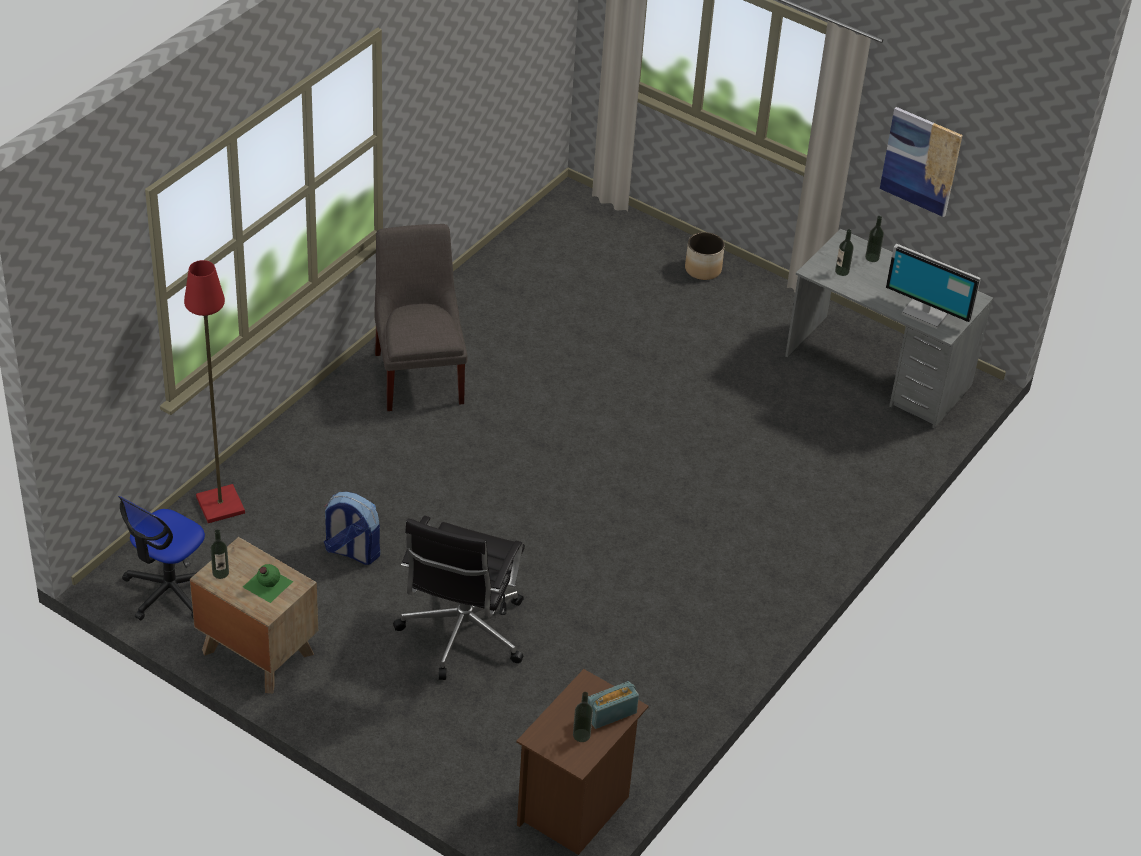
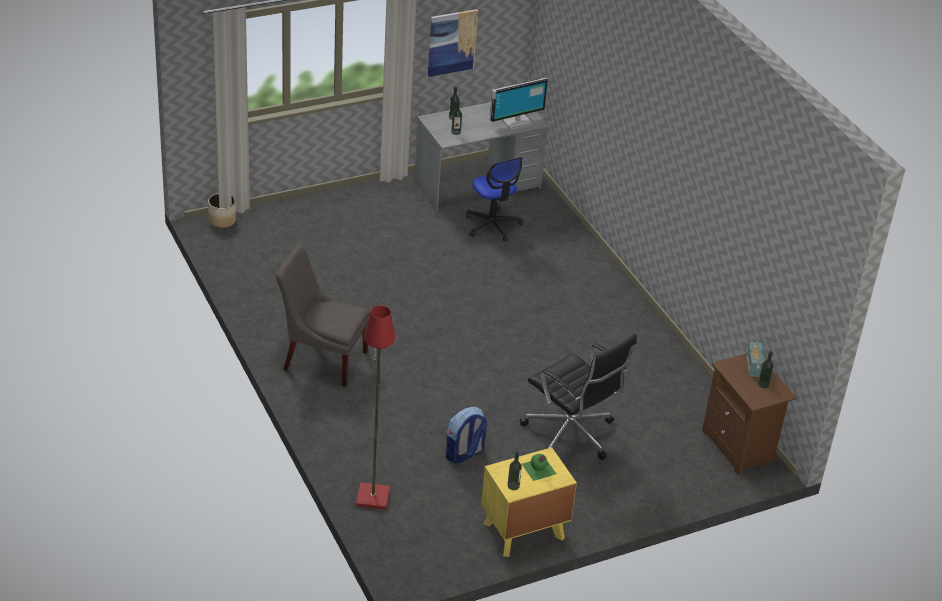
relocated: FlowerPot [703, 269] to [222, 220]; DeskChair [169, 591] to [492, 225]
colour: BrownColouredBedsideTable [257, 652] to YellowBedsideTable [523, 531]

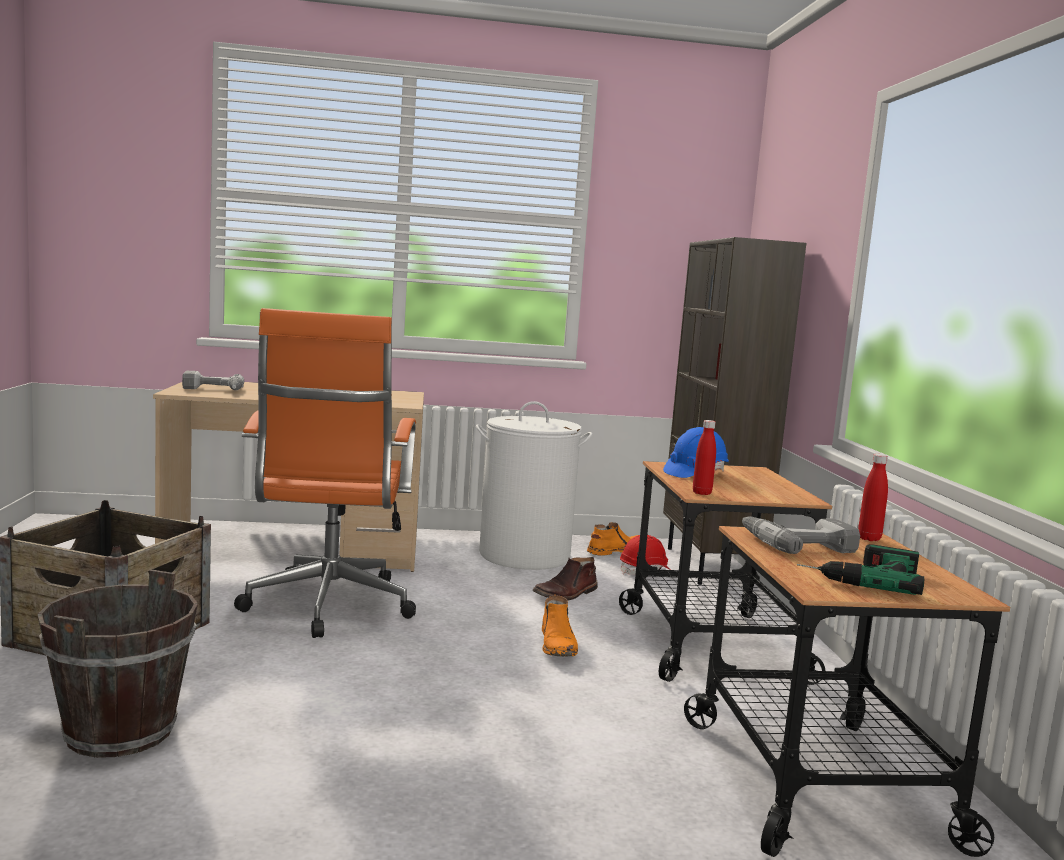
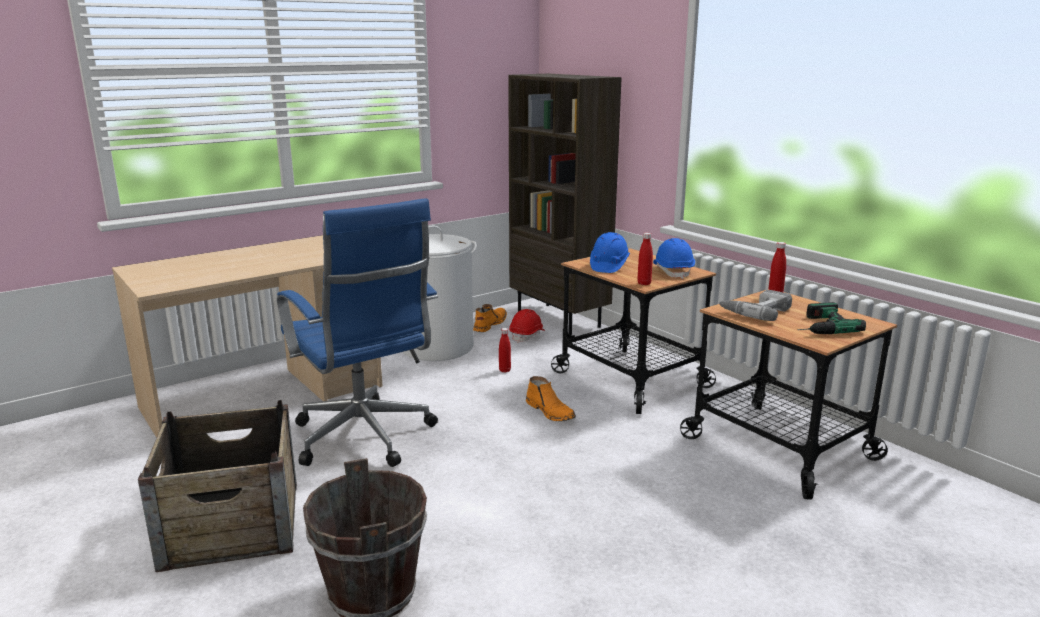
missing: PowerDrill [213, 390]
appeared: BluishWorkHelmet [673, 271]
exchanged: BrownColouredHighTopBoot [566, 594] to RedColouredDrinkBottle [504, 370]
colour: OrangeyDeskChair [327, 608] to BluishDeskChair [365, 439]

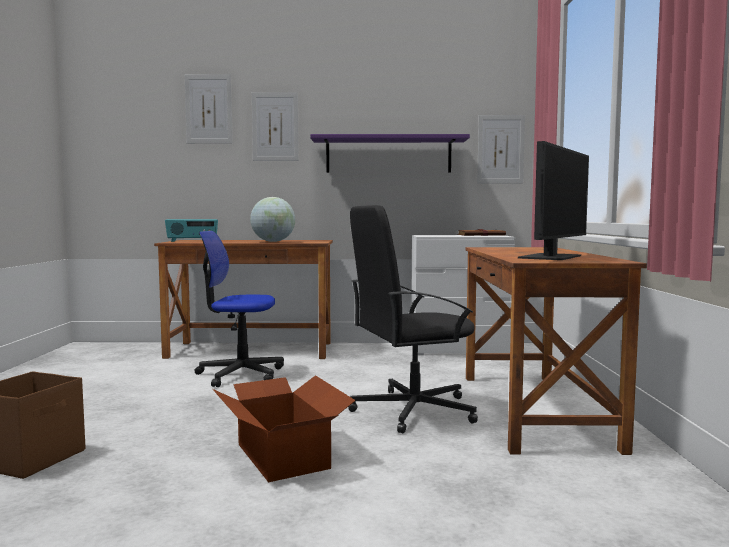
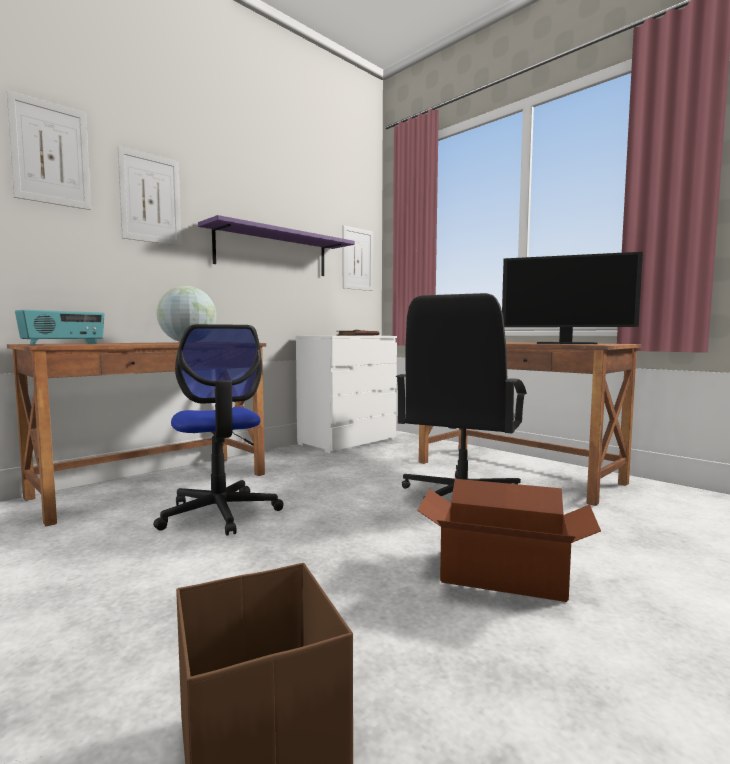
spun: ComputerScreen [551, 257] = [566, 343] 120 degrees clockwise; DeskChair [240, 374] = [220, 513] 75 degrees counterclockwise

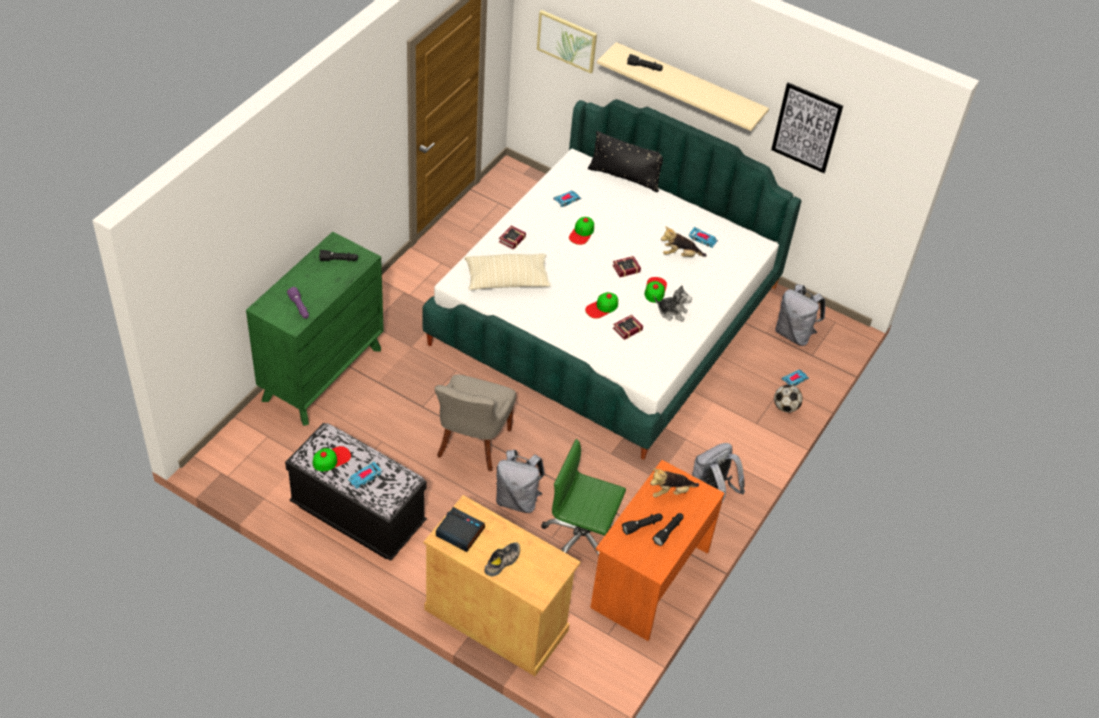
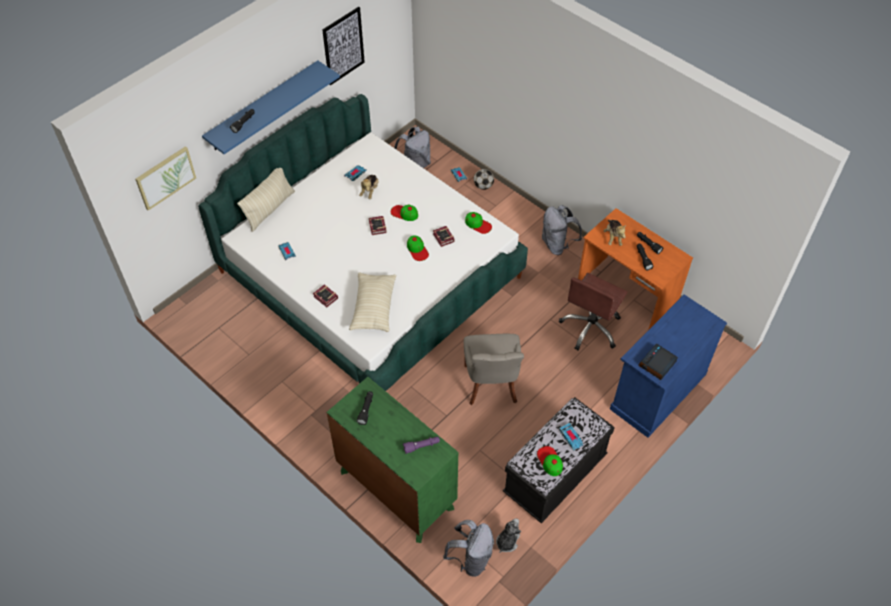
missing: Shoe [503, 562]
relocated: PeakedCap [582, 233] to [478, 224]; PlushToy [672, 312] to [507, 541]; GrayBackpack [517, 500] to [471, 558]
colour: SandColouredBracketShelf [689, 86] to BluishBracketShelf [263, 106]; BlackishThrowPillow [624, 177] to SandColouredThrowPillow [269, 209]; GreenDeskChair [581, 540] to BrownColouredDeskChair [591, 328]; SandColouredCupboard [496, 619] to BluishCupboard [657, 391]
spun: GrayPlainChair [472, 444] = [491, 385] 60 degrees clockwise

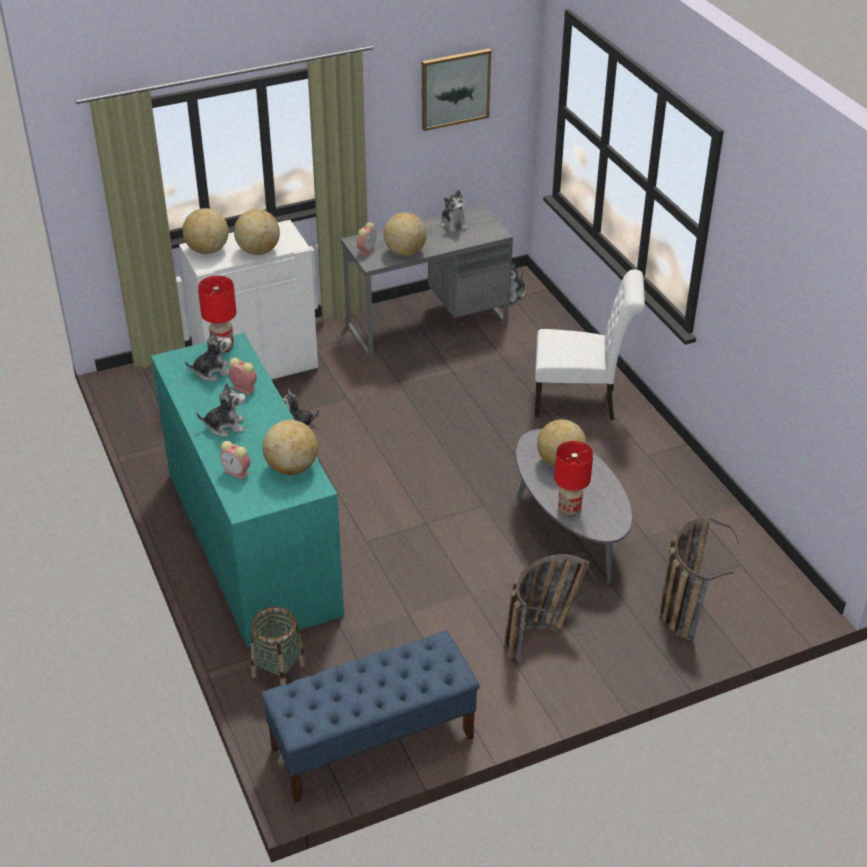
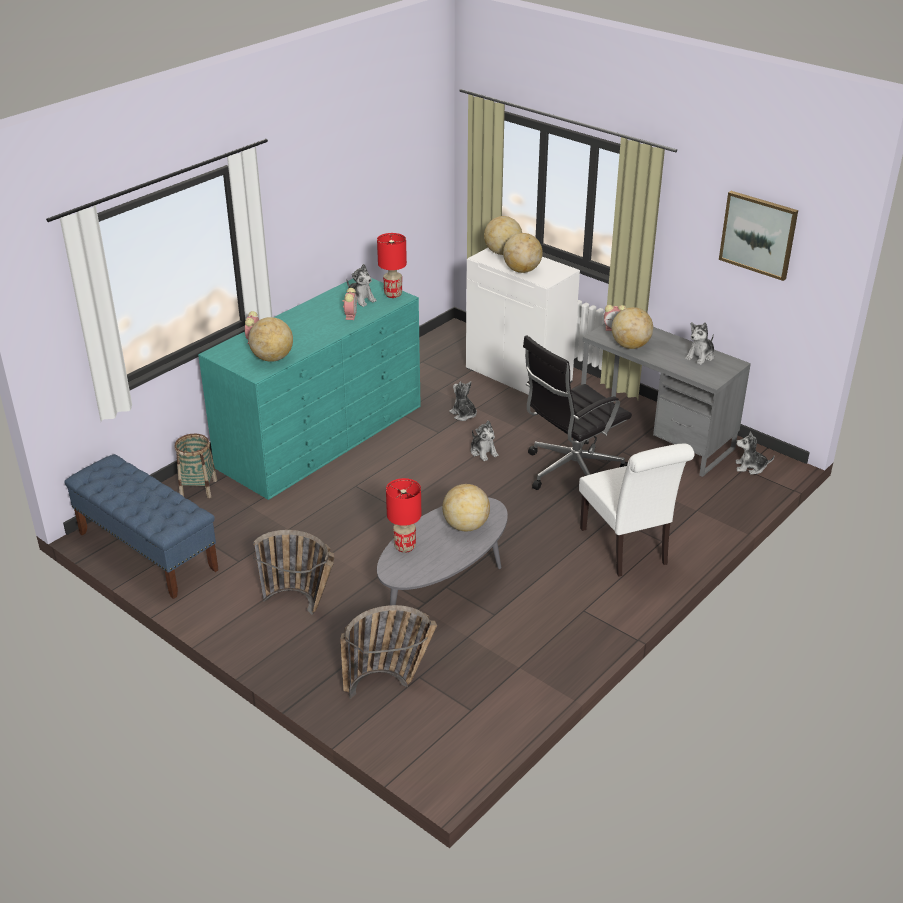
appeared: BlackishDeskChair [571, 471]
relocated: PlushToy [225, 426] to [483, 452]

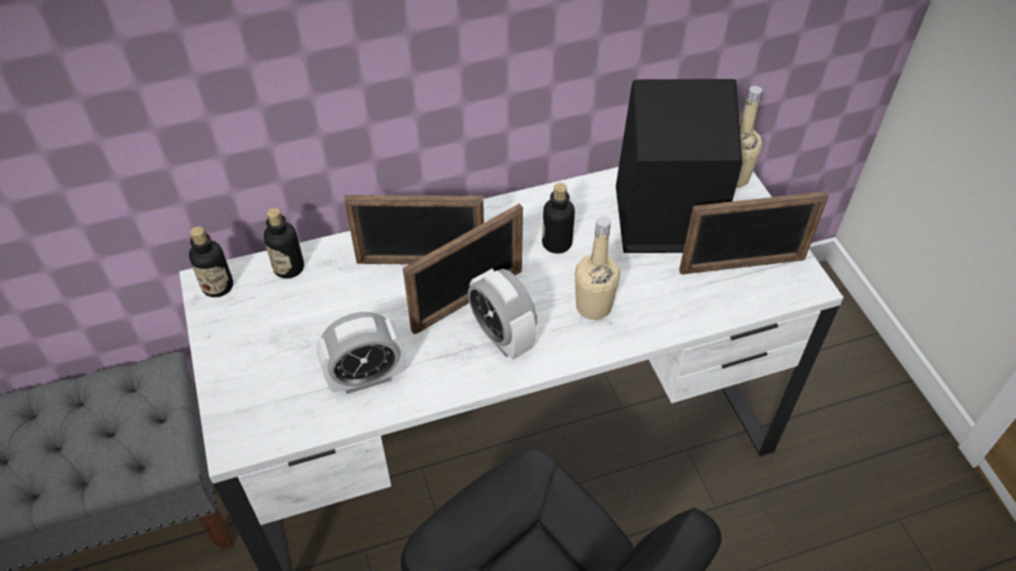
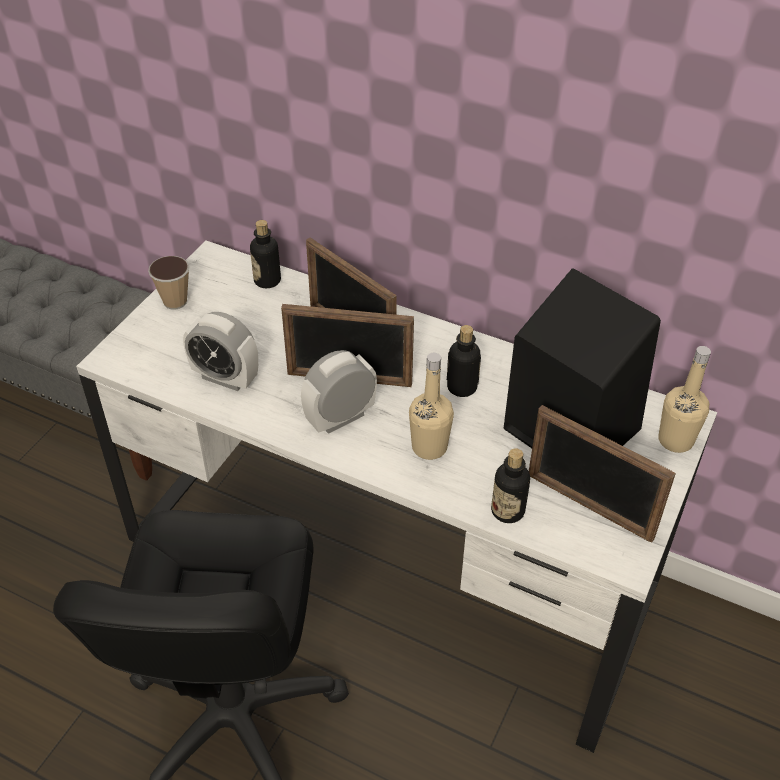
appeared: SmallCup [175, 301]
relocated: DrinkBottle [218, 286] to [507, 511]
spun: AlarmClock [502, 336] = [340, 418] 45 degrees clockwise

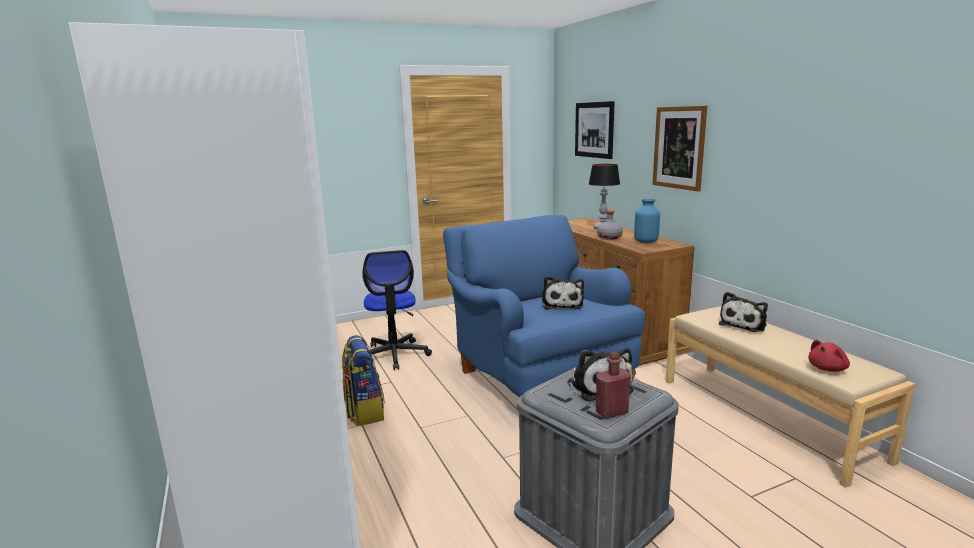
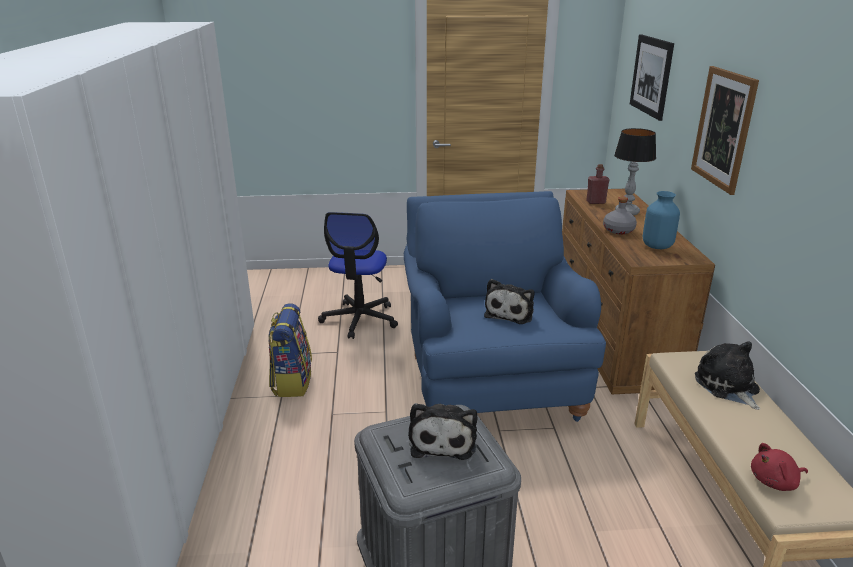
relocated: RedColouredDrinkBottle [612, 412] to [596, 202]
spun: PlushToy [744, 324] = [728, 386] 105 degrees clockwise

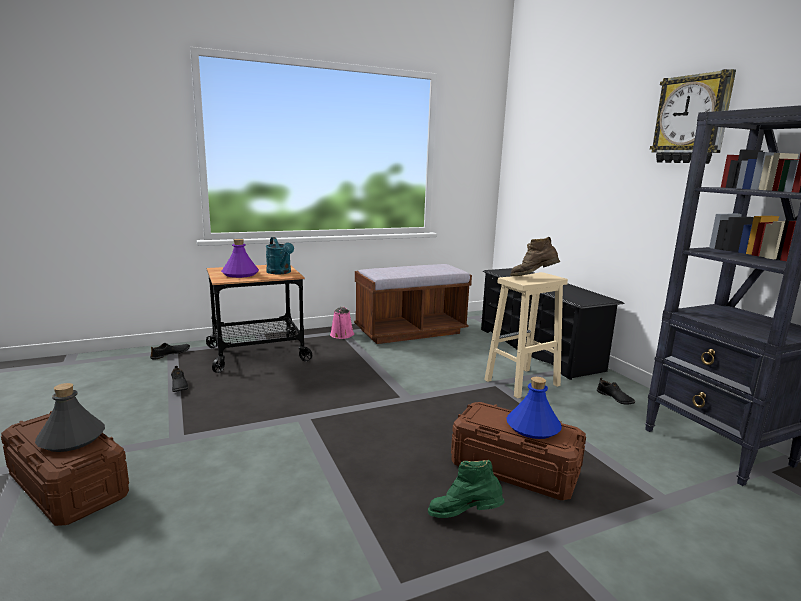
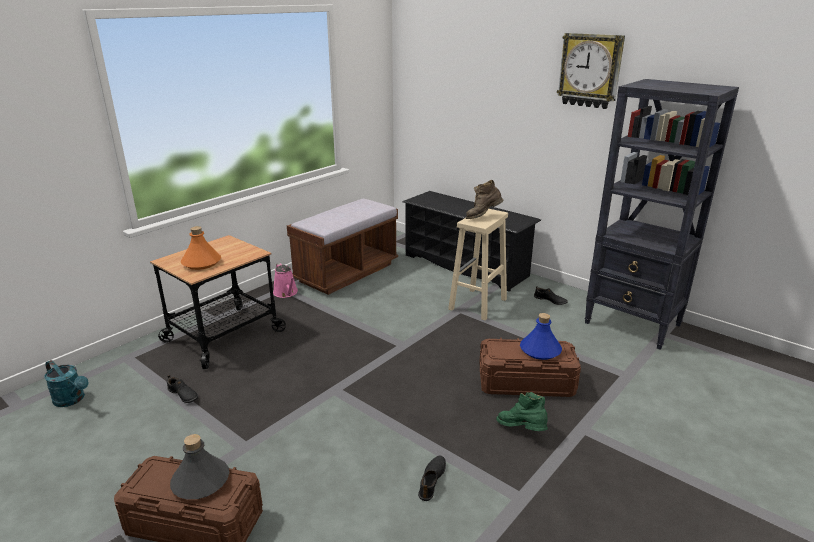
relocated: TurquoiseWateringCan [280, 272] to [72, 400]; BlackishShoe [170, 354] to [432, 480]
colour: PurplishDrinkBottle [240, 274] to OrangeyDrinkBottle [201, 263]
spun: GreenHighTopBoot [464, 517] = [521, 431] 60 degrees clockwise

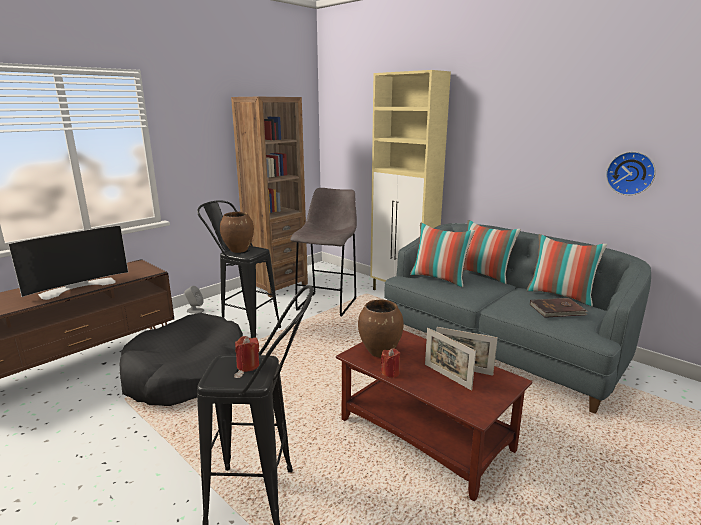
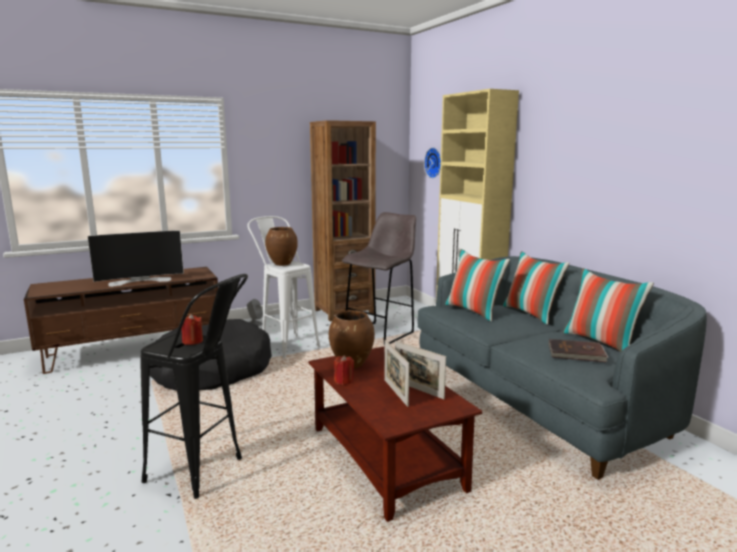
relocated: WallClock [631, 173] to [434, 162]
colour: BlackishStoolSeat [244, 330] to WhiteStoolSeat [285, 344]

